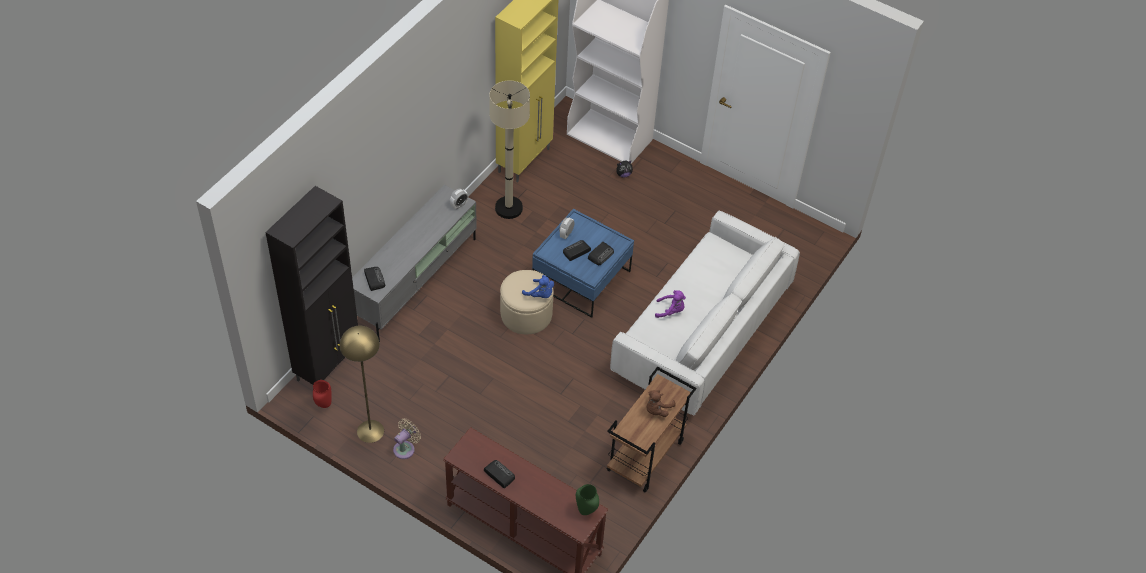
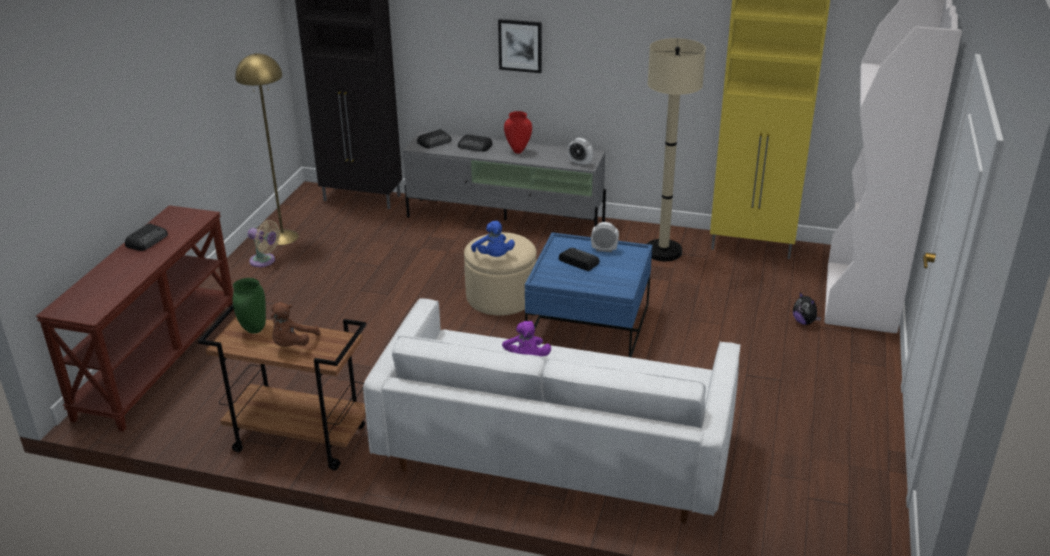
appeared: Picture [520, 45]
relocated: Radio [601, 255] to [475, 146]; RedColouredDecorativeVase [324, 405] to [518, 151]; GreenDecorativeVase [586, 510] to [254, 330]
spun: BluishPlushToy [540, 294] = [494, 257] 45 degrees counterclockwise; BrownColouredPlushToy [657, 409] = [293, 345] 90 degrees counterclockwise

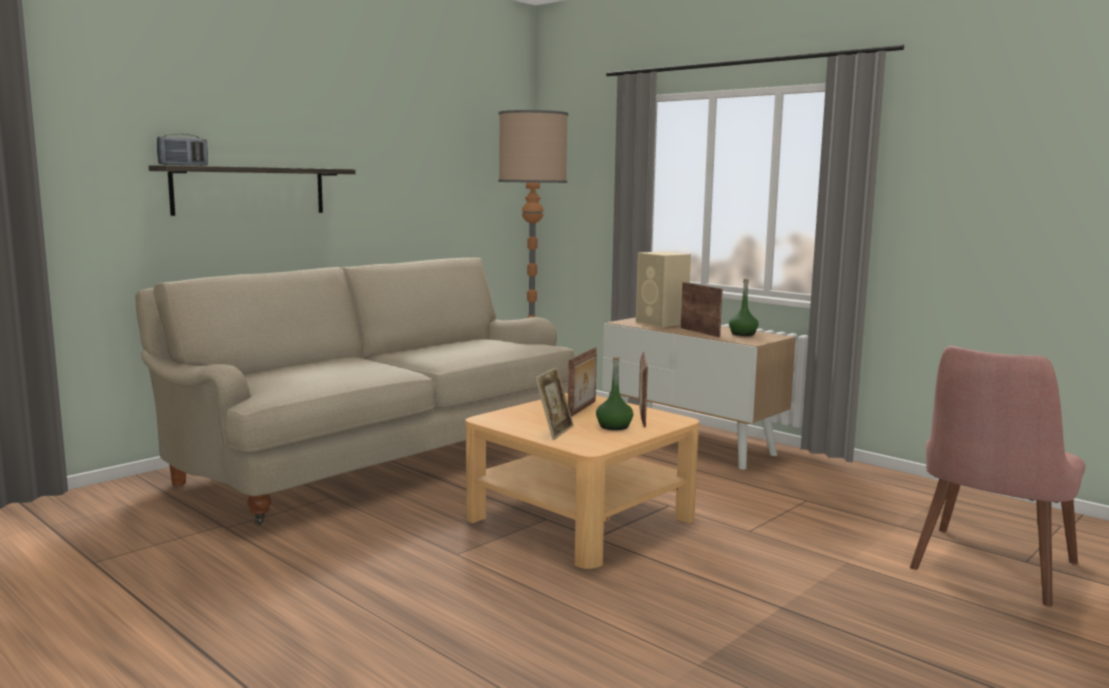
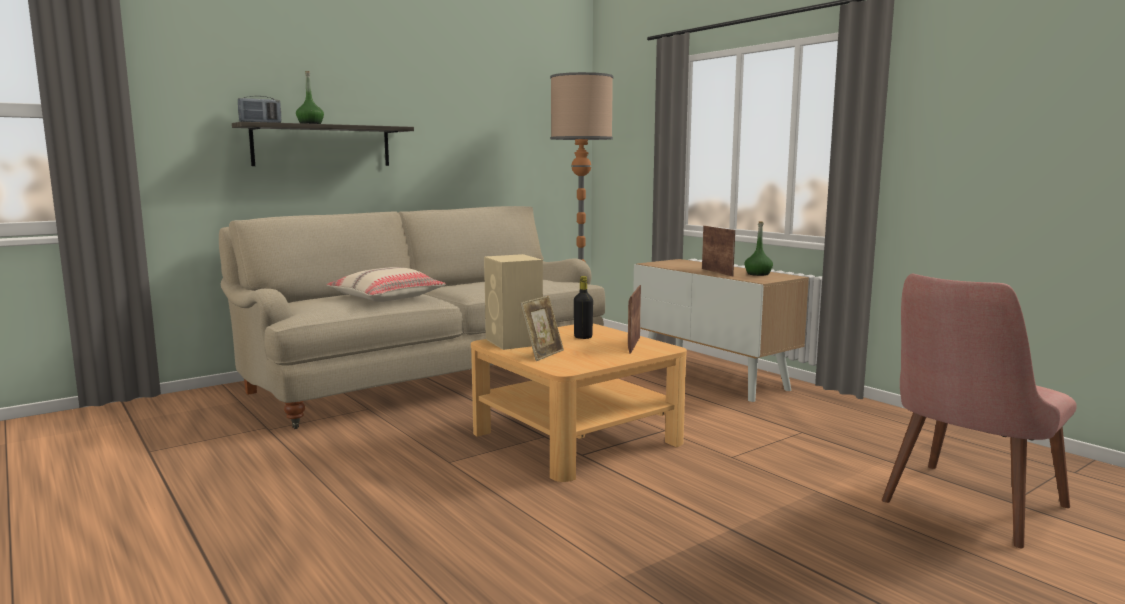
appeared: SandColouredThrowPillow [387, 297]
relocated: SandColouredSpeaker [662, 323] to [514, 342]; GreenDrinkBottle [614, 426] to [310, 124]
exchanged: StandingFrame [583, 409] to BlackishDrinkBottle [583, 337]

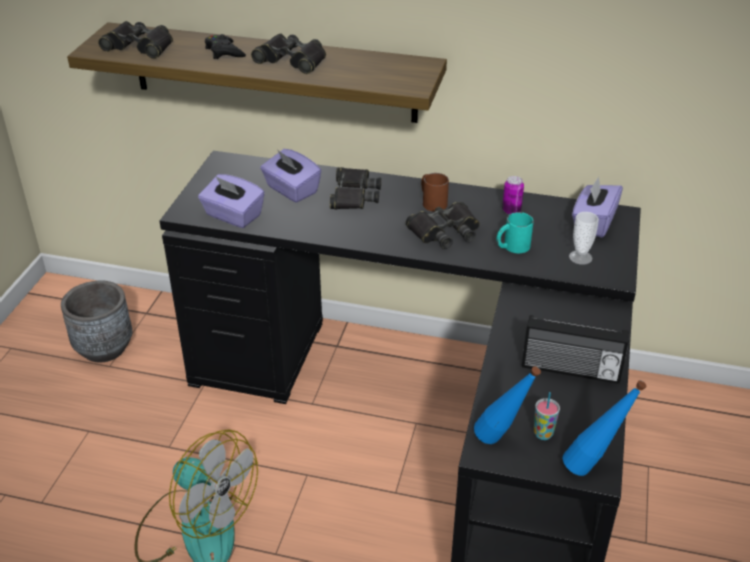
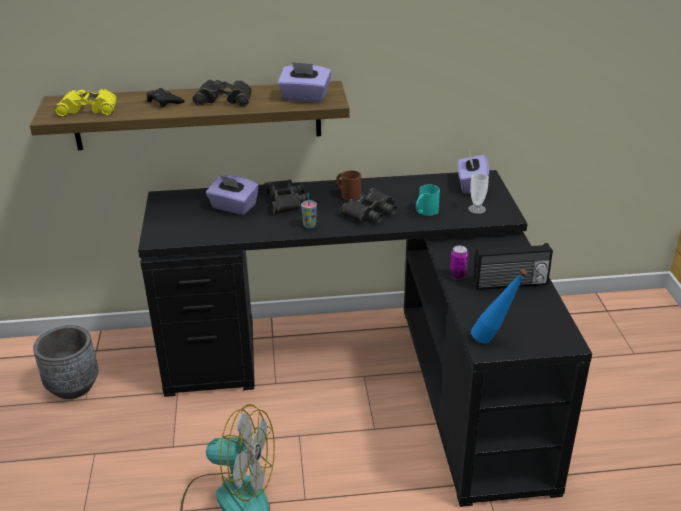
missing: BluishDrinkBottle [593, 468]
relocated: PurplishBoxOfTissues [233, 216] to [305, 97]; SealedCan [511, 210] to [457, 276]; SmallCup [543, 434] to [309, 226]
colour: BlackishPairOfBinoculars [139, 47] to YellowPairOfBinoculars [89, 109]

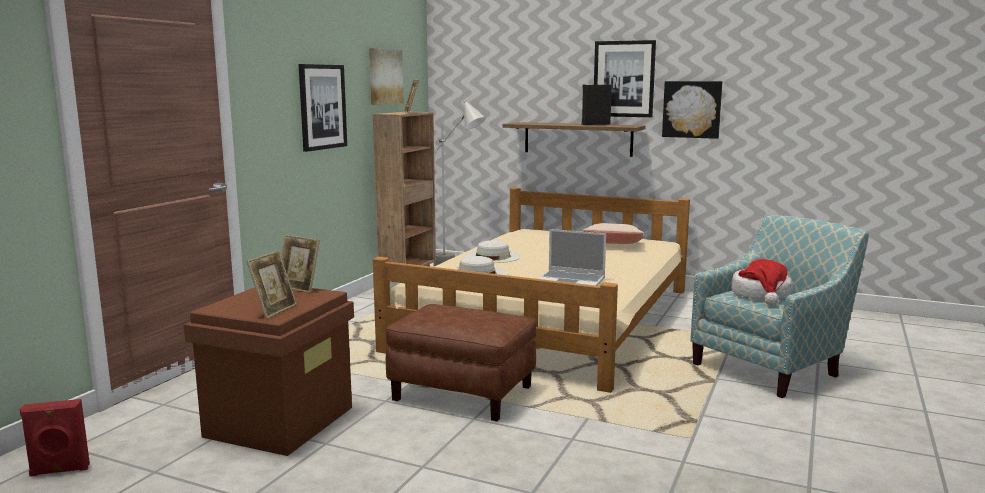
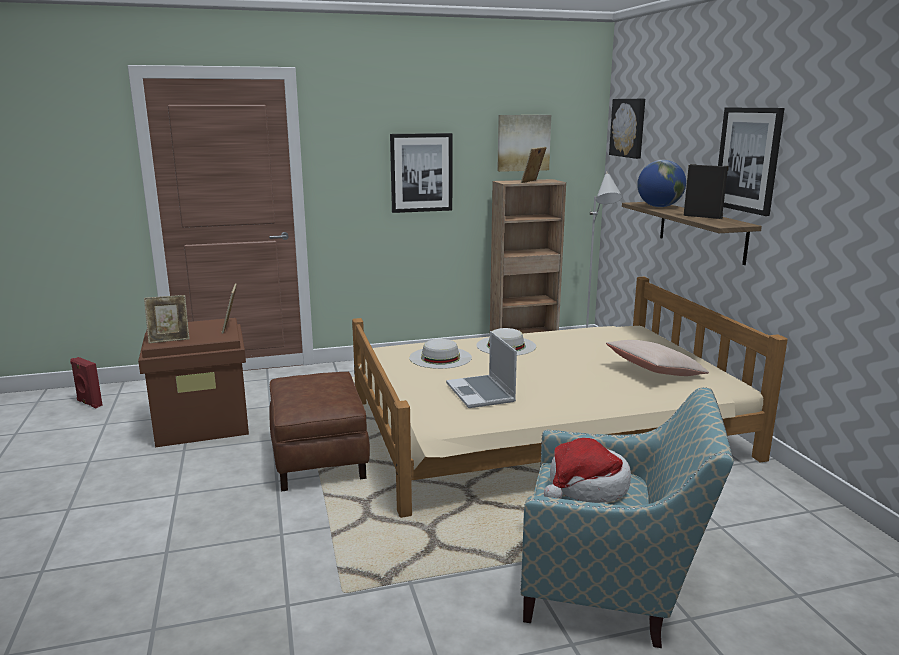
appeared: Globe [659, 207]
relocated: Picture [692, 109] to [629, 128]

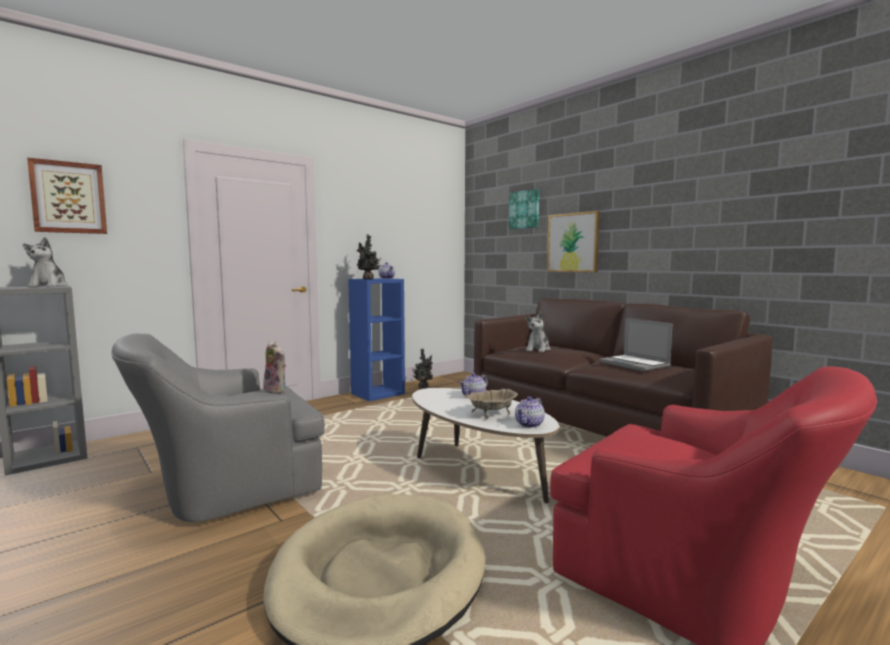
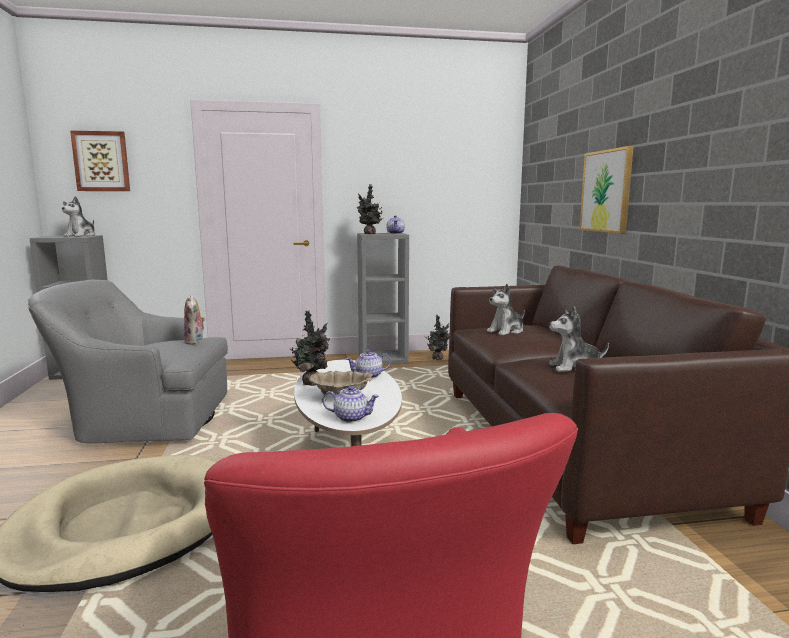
missing: Picture [524, 209]
appeared: Houseplant [312, 383]
exchanged: Laptop [635, 364] to PlushToy [575, 367]
colour: BluishShelvingUnit [378, 393] to GrayShelvingUnit [383, 358]
spun: PotForTea [529, 424] = [351, 417] 150 degrees counterclockwise

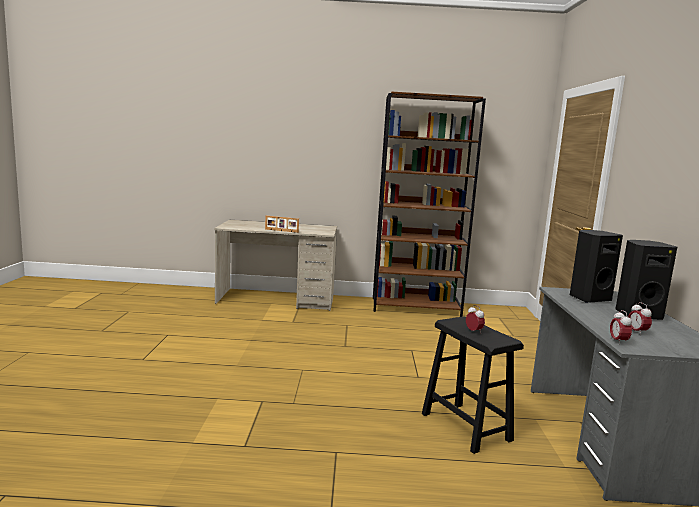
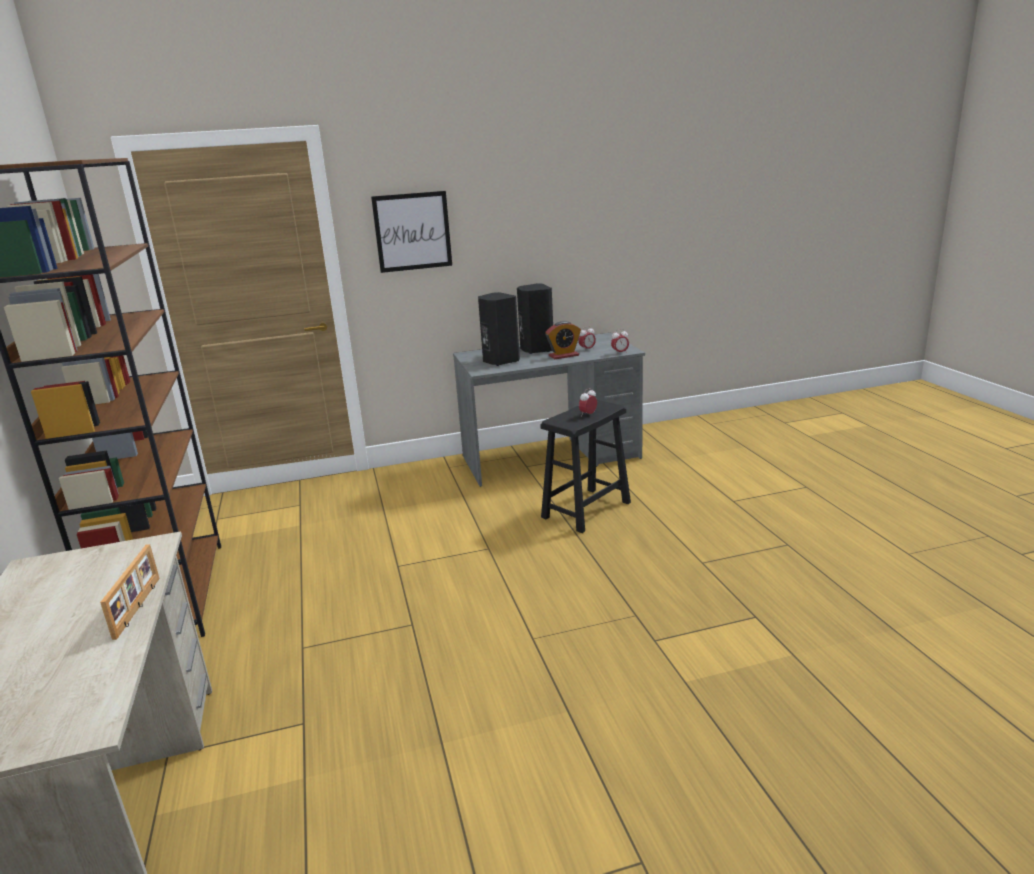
appeared: Picture [412, 231]; AlarmClock [564, 356]

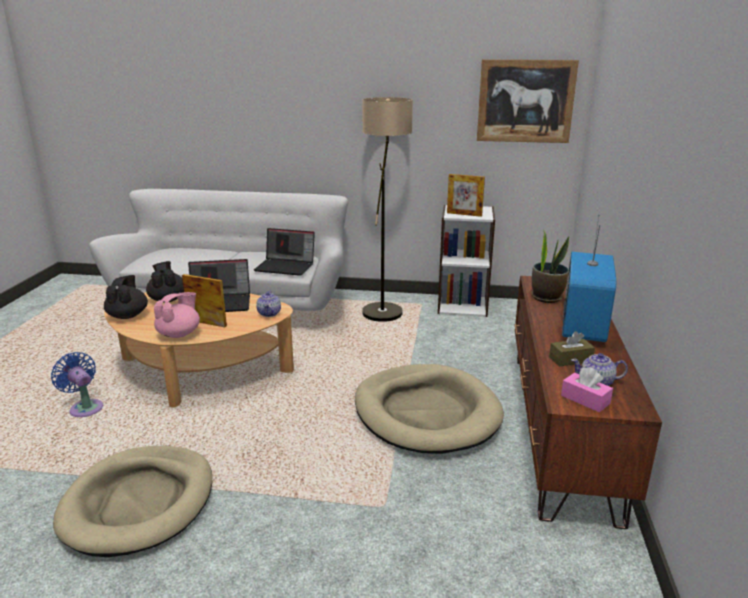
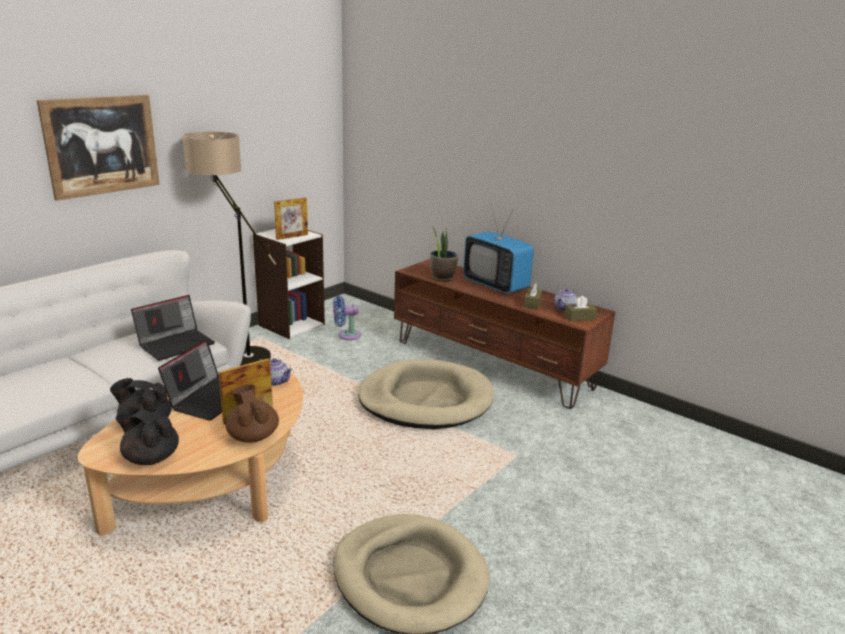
relocated: Picture [525, 101] to [102, 145]; BluishCoolingFan [85, 407] to [346, 335]
colour: PinkColouredPotForTea [179, 334] to BrownColouredPotForTea [253, 436]; PinkColouredBoxOfTissues [585, 399] to BrownColouredBoxOfTissues [579, 317]

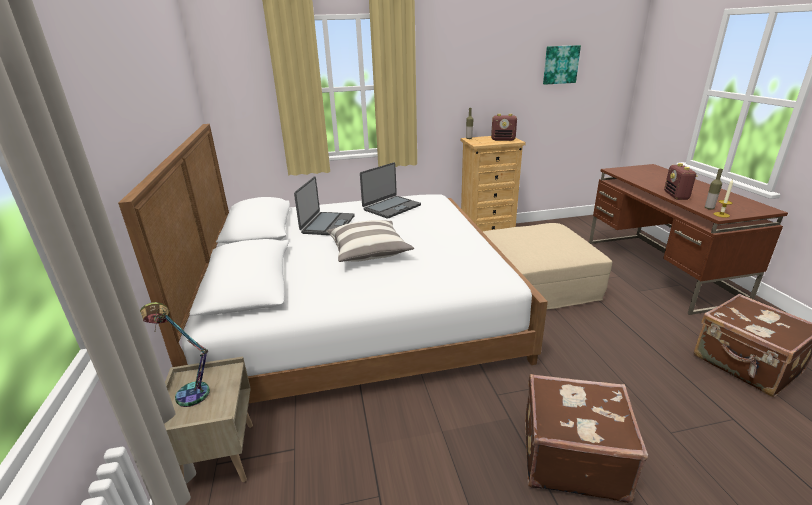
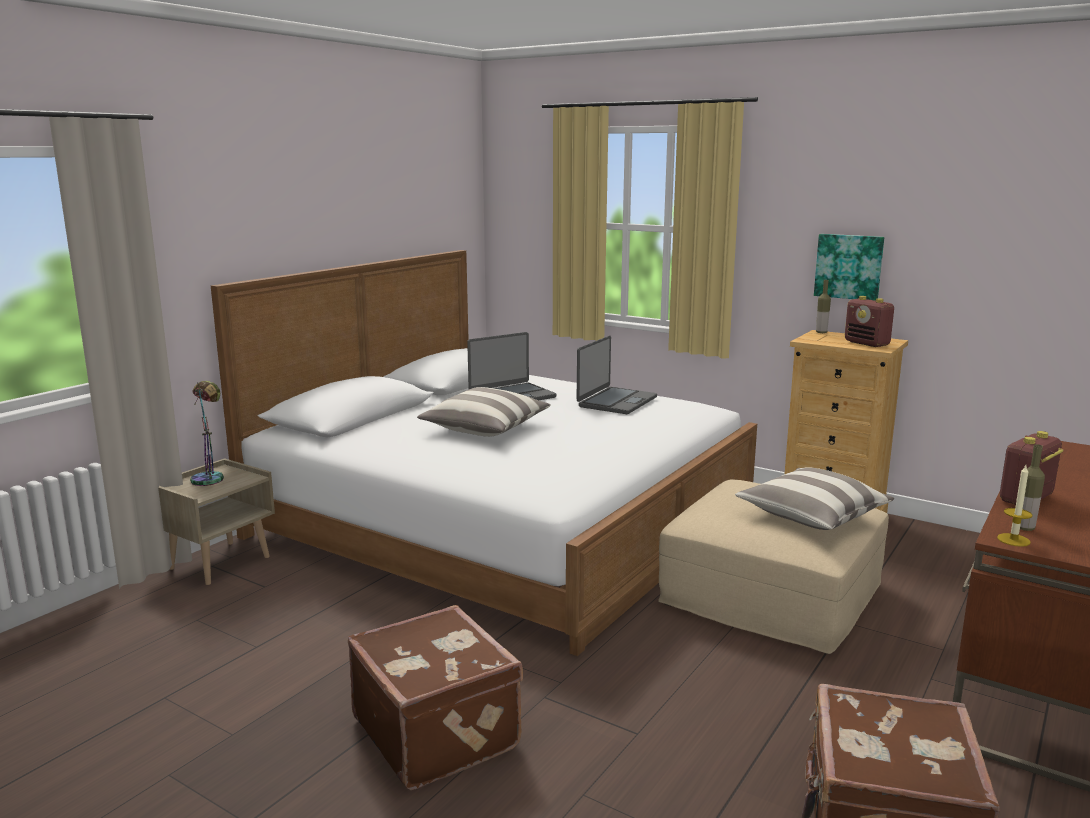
appeared: ThrowPillow [812, 516]
relocated: Picture [560, 64] to [849, 266]
spun: Laptop [391, 207] = [616, 402] 60 degrees counterclockwise

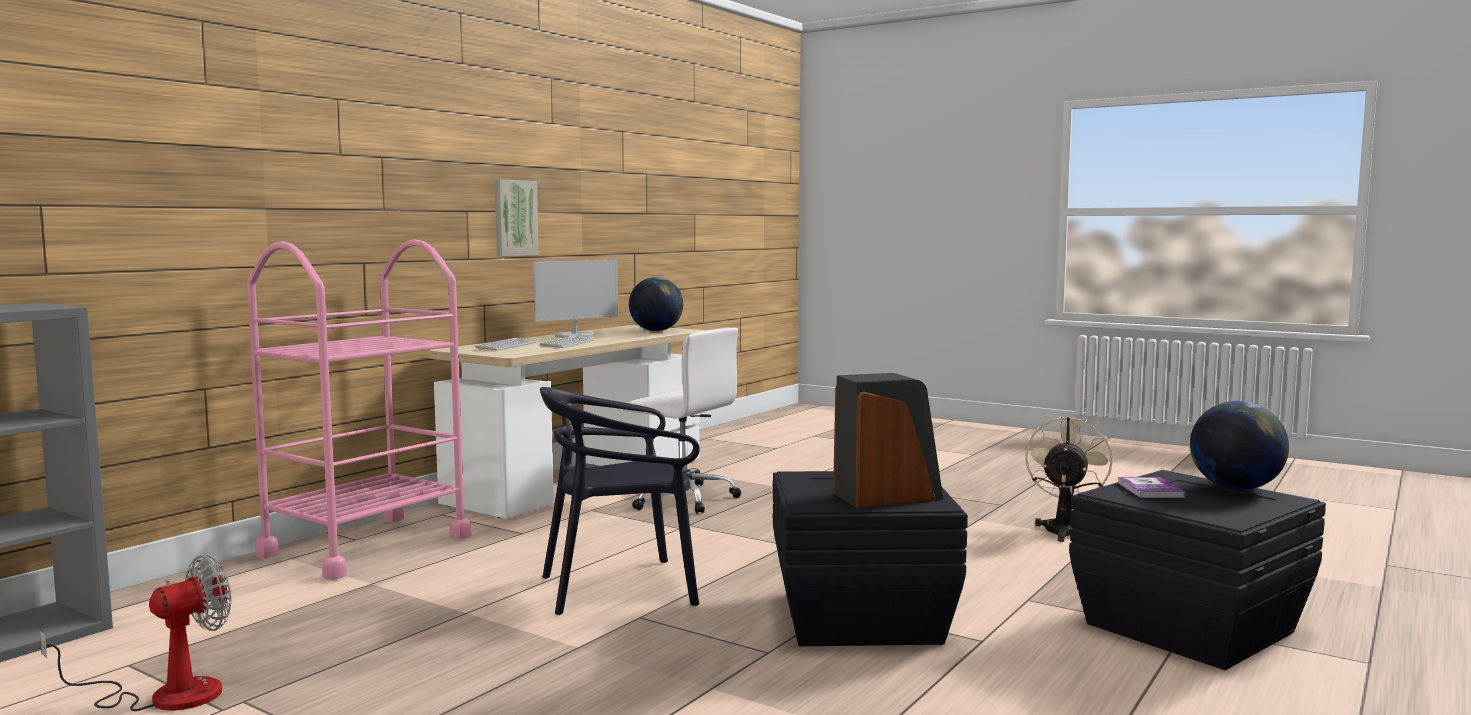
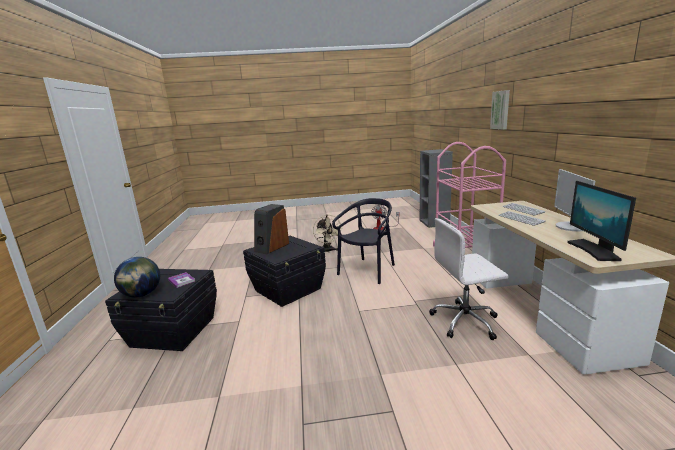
relocated: Picture [514, 218] to [501, 110]; SandColouredCoolingFan [1064, 529] to [328, 251]
exchanged: Globe [656, 331] to ComputerScreen [594, 250]

